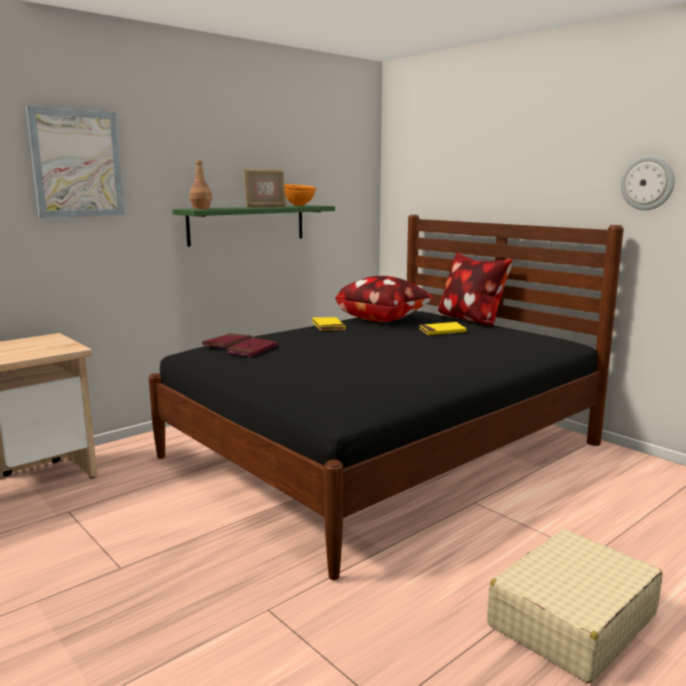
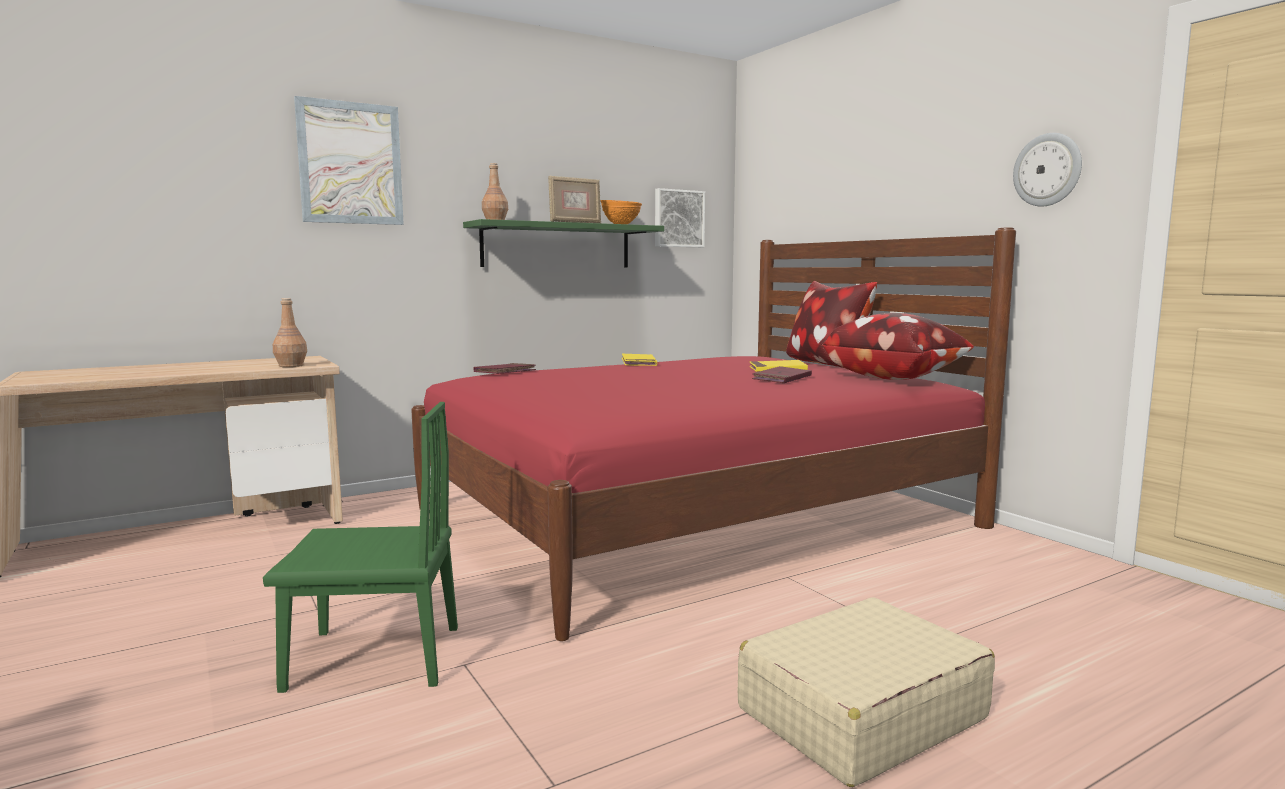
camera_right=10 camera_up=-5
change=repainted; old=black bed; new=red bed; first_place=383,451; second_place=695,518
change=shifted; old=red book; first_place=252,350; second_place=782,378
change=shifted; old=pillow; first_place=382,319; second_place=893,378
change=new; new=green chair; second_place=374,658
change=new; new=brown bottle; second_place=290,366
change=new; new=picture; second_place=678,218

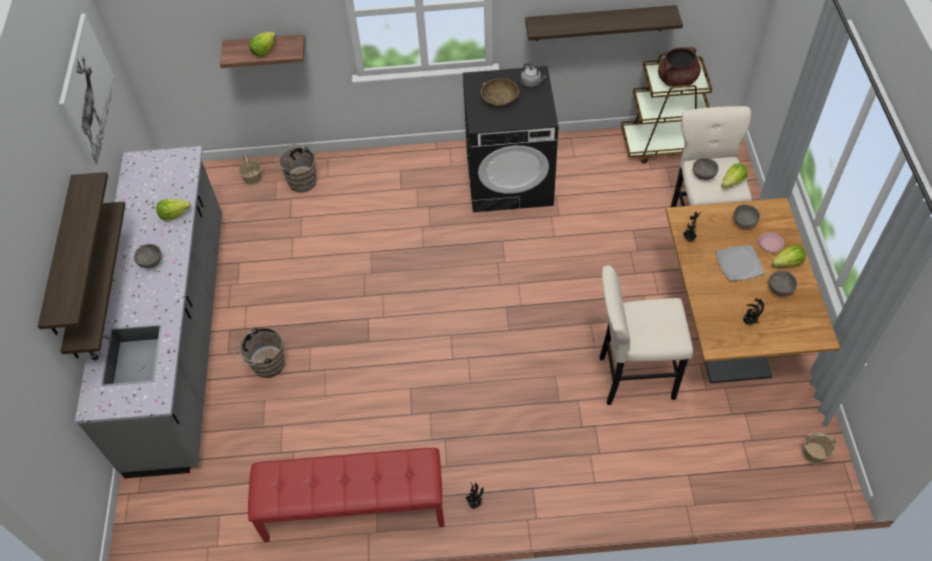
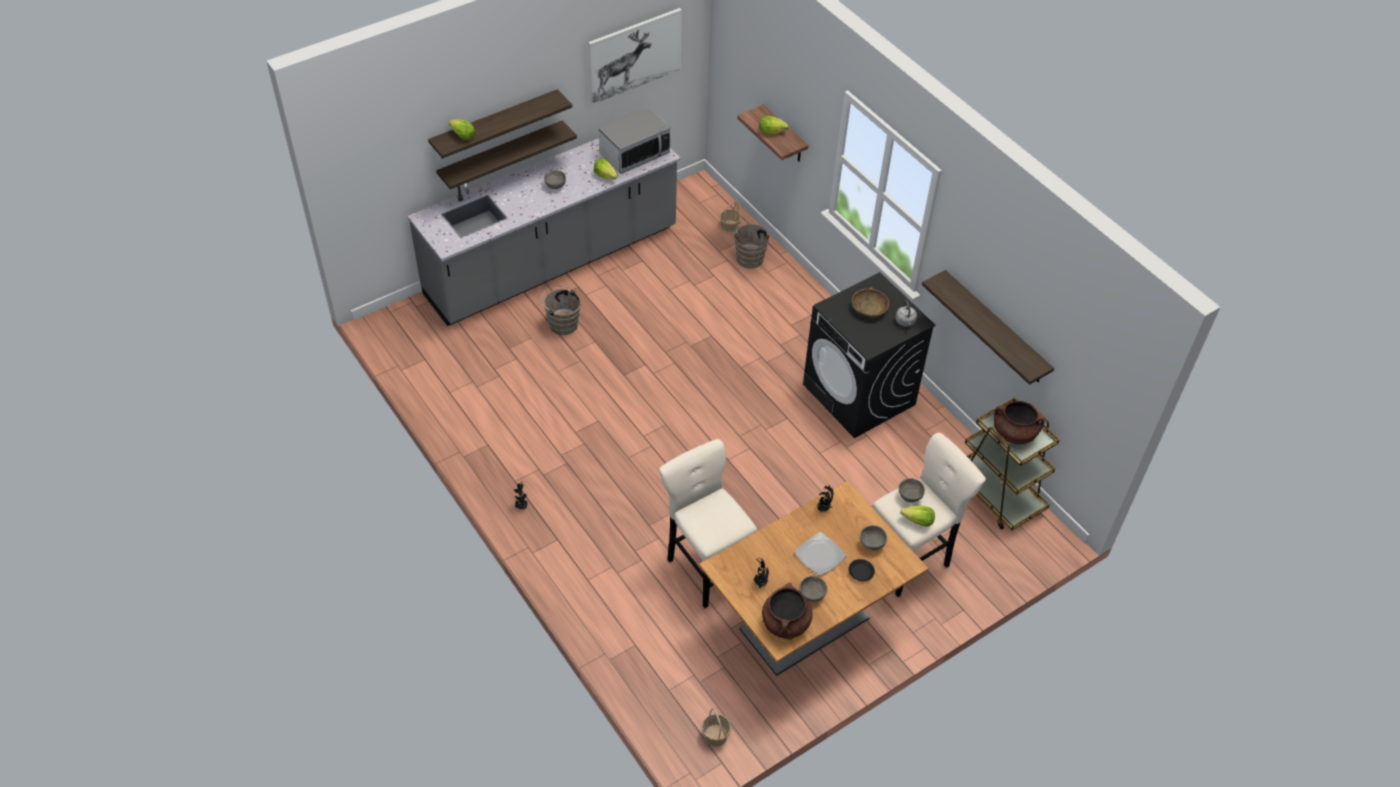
camera_right=55 camera_up=-5
change=gone; old=red bench; first_place=353,509
change=repainted; old=pink plate; new=black plate; first_place=770,244; second_place=861,572
change=shifted; old=lettuce; first_place=787,263; second_place=463,136
change=new; new=microwave; second_place=634,154
change=new; new=brown cooking pot; second_place=785,623

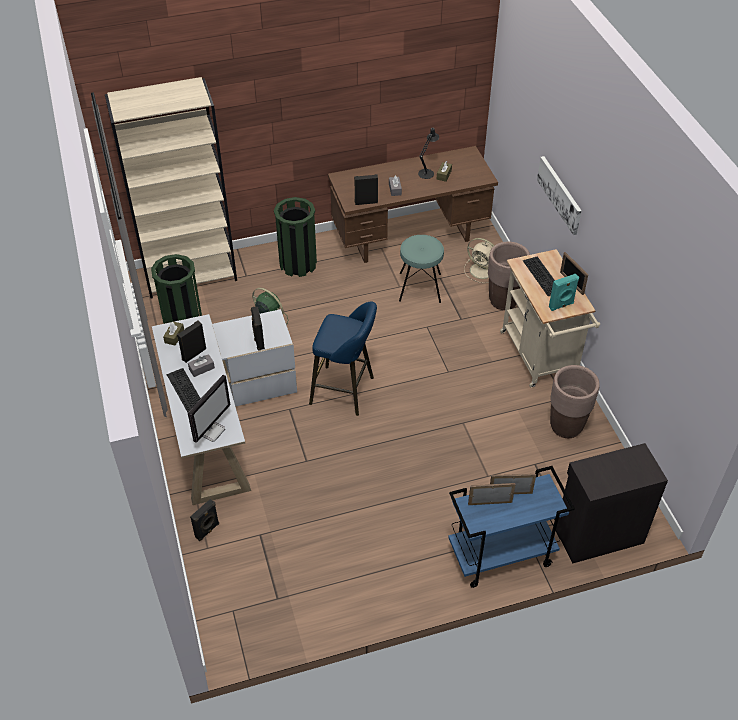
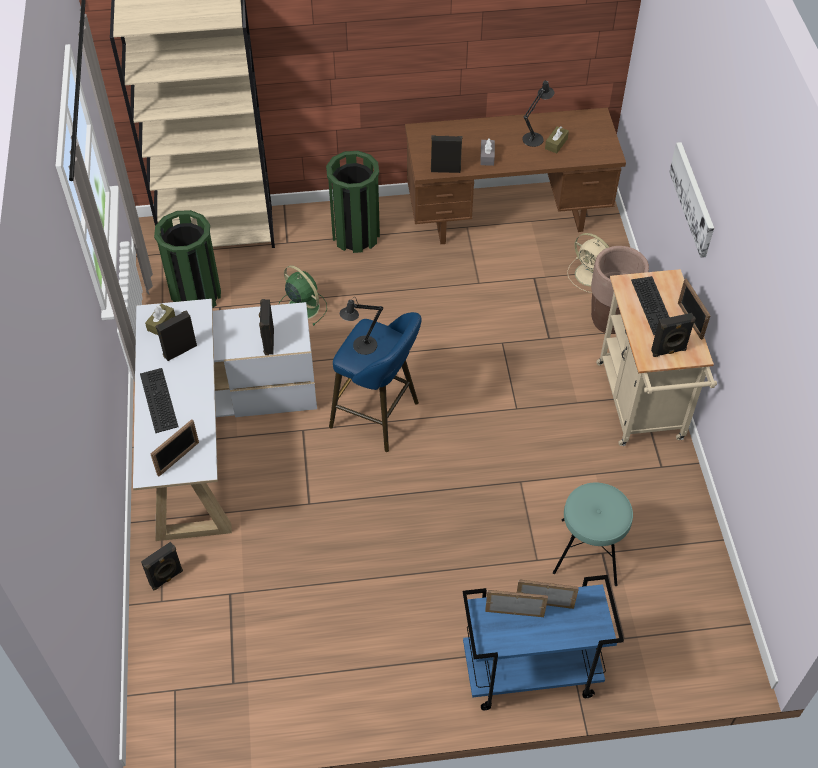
camera_right=10 camera_up=5
change=gone; old=grey tissue box; first_place=201,368
change=swapped; old=monitor; new=picture frame; first_place=211,430; second_place=178,458
change=shifted; old=turquoise stool; first_place=420,287; second_place=588,551
change=repainted; old=turquoise speaker; new=black speaker; first_place=561,305; second_place=669,351
change=gone; old=brown planter; first_place=566,427
change=gone; old=black cabinet; first_place=598,535
change=new; new=black table lamp; second_place=361,346

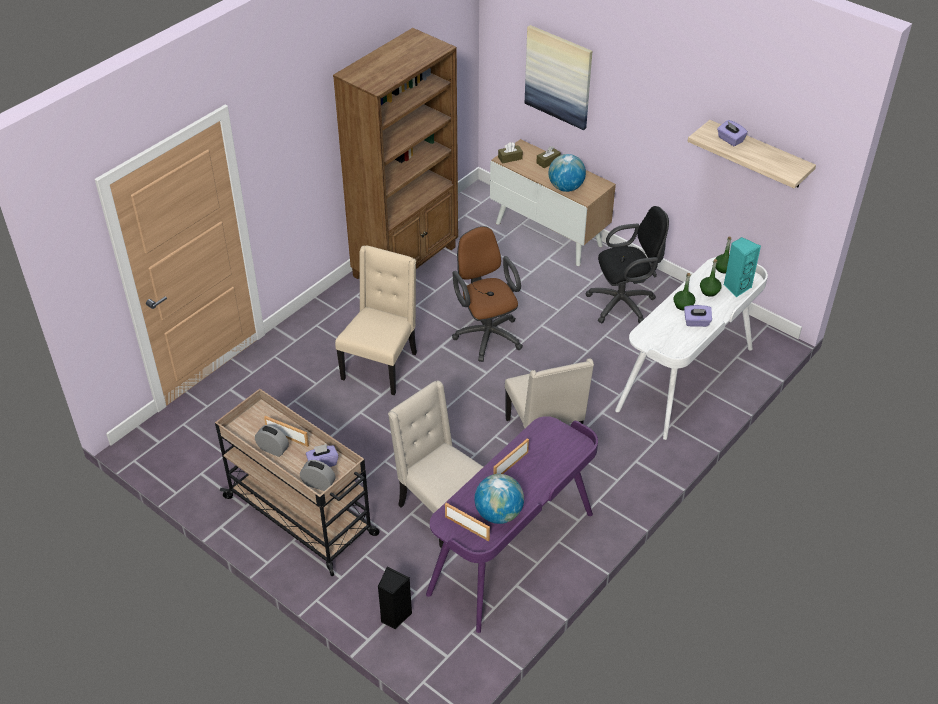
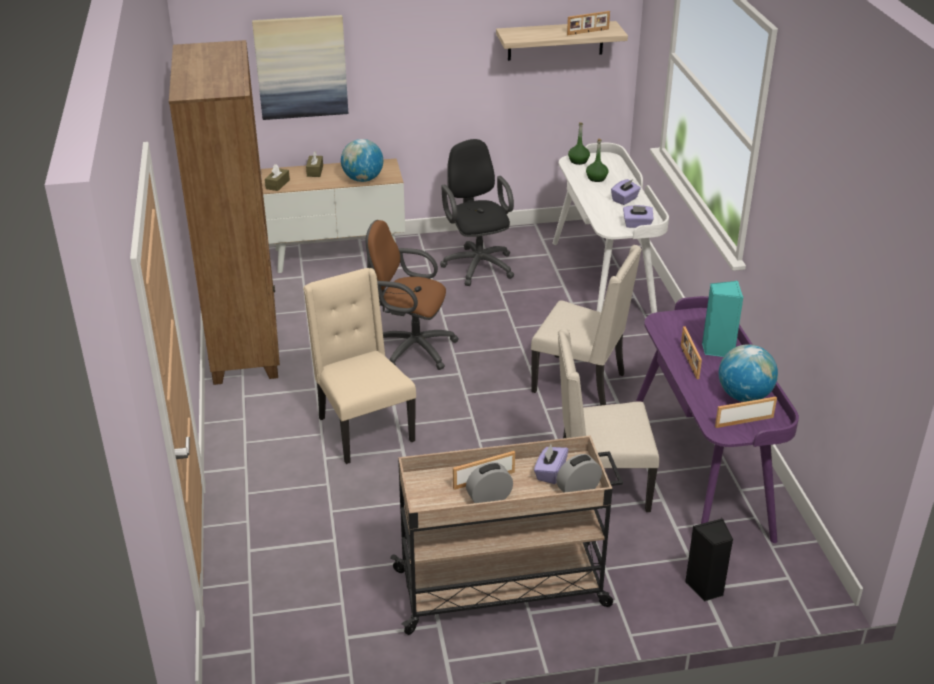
camera_right=-50 camera_up=-10
change=rotated; old=black office chair; first_place=624,303; second_place=477,264; degrees=-45
change=gone; old=green bottle; first_place=683,305
change=shifted; old=purple tissue box; first_place=730,140; second_place=637,225
change=shifted; old=turquoise speaker; first_place=736,287; second_place=717,349
change=new; new=picture frame; second_place=588,32

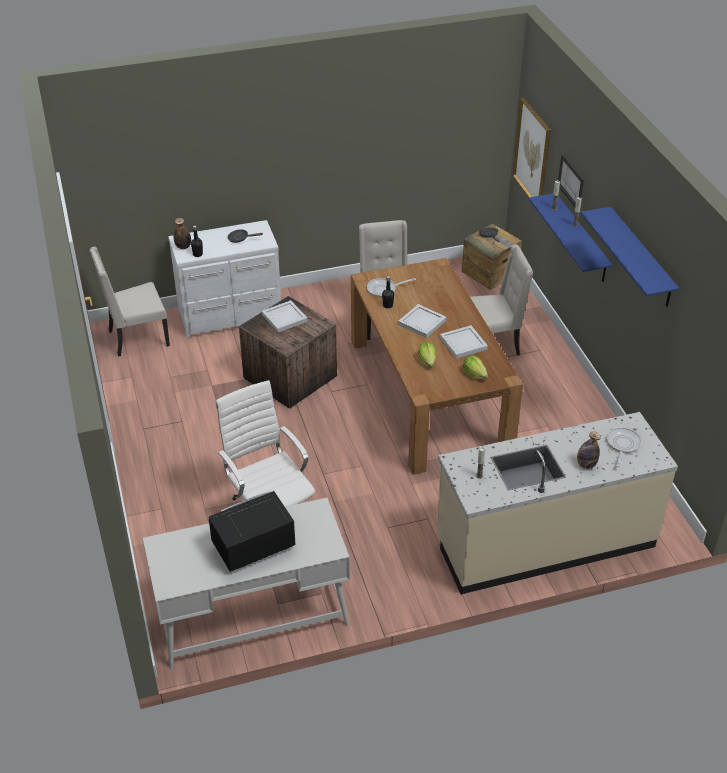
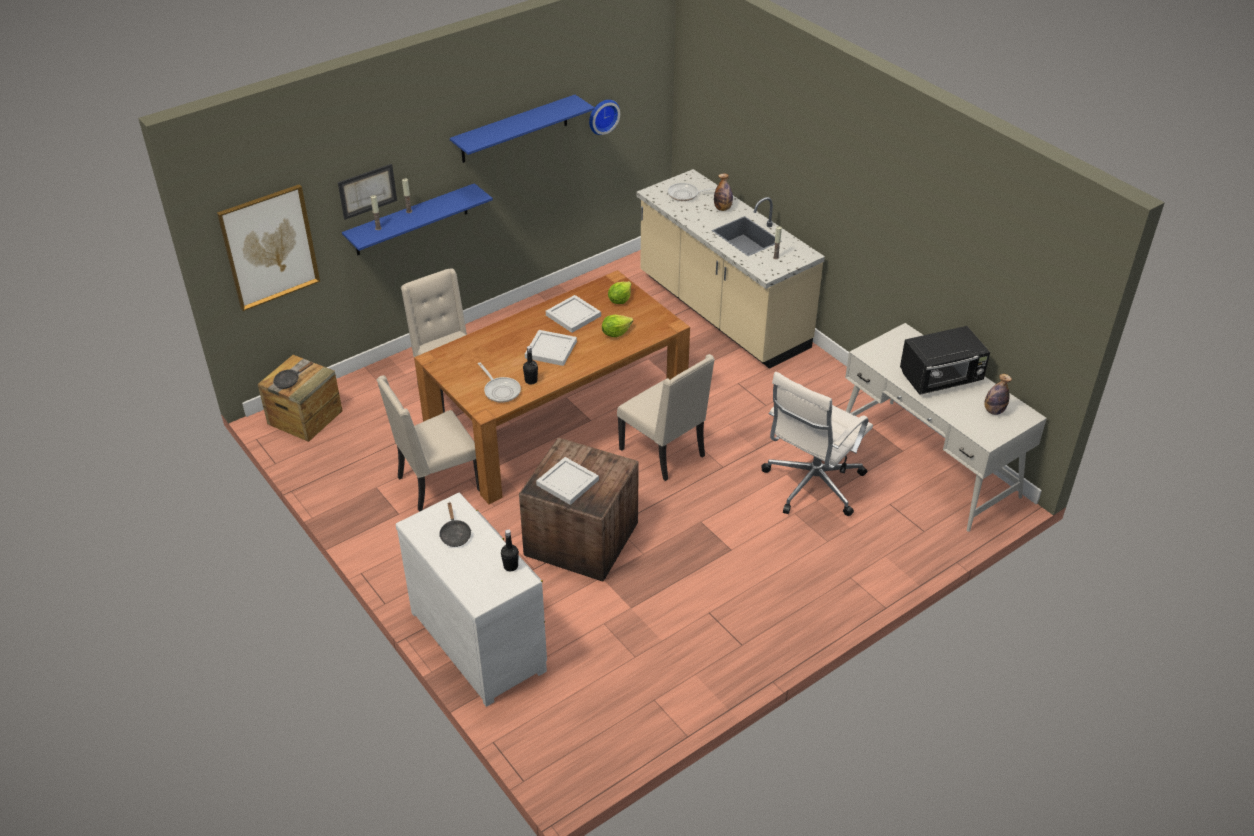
camera_right=-110 camera_up=0
change=shifted; old=beige chair; first_place=137,338; second_place=664,453
change=shifted; old=bottle; first_place=183,247; second_place=993,411
change=rotated; old=black microwave; first_place=252,547; second_place=941,379; degrees=-60
change=new; new=wall clock; second_place=602,116

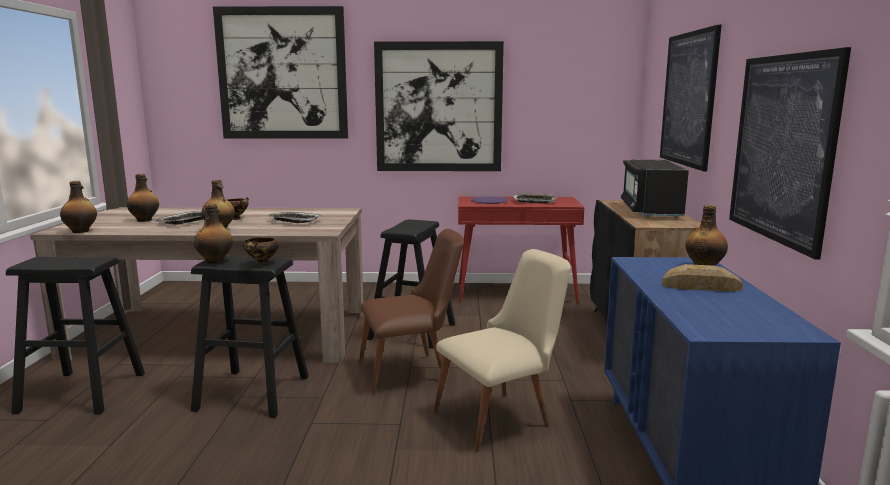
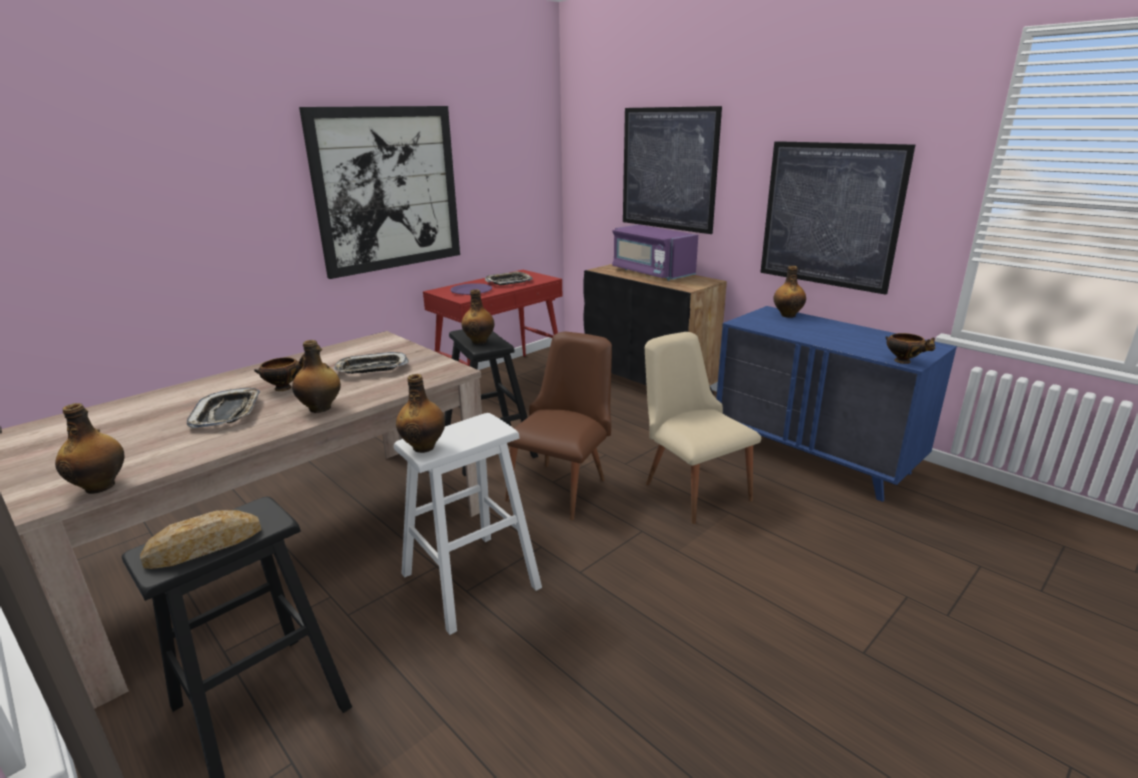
camera_right=-45 camera_up=10
change=shifted; old=bottle; first_place=145,220; second_place=479,341
change=repainted; old=black stool; new=white stool; first_place=252,393; second_place=470,581
change=gone; old=picture; first_place=282,74
change=shifted; old=bowl; first_place=262,263; second_place=904,361
change=rotated; old=beige chair; first_place=502,418; second_place=691,487; degrees=-45
change=repainted; old=black microwave; new=purple microwave; first_place=650,210; second_place=651,273
change=shifted; old=bread; first_place=701,287; second_place=204,546

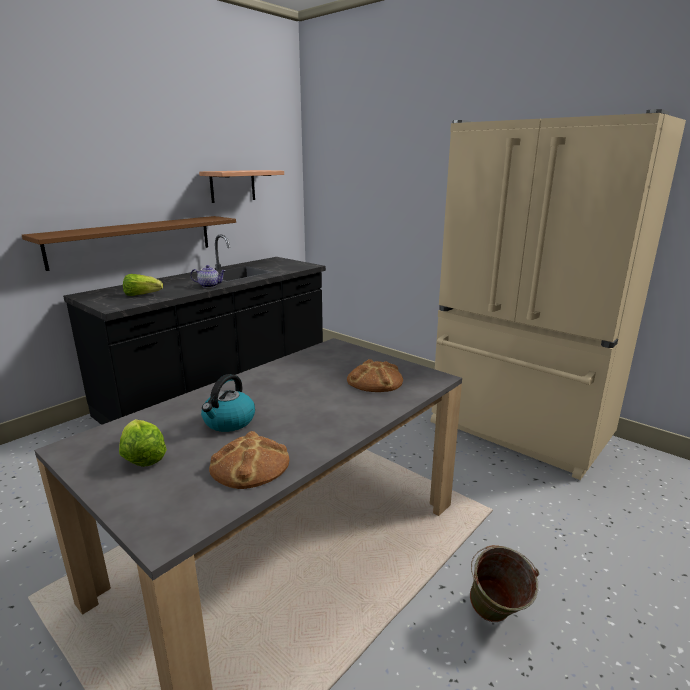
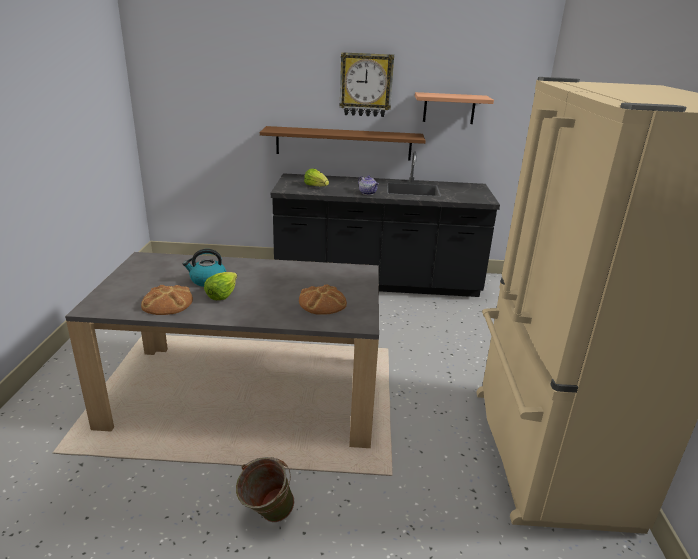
camera_right=50 camera_up=5
change=shifted; old=lettuce; first_place=142,456; second_place=221,294
change=new; new=wall clock; second_place=366,85

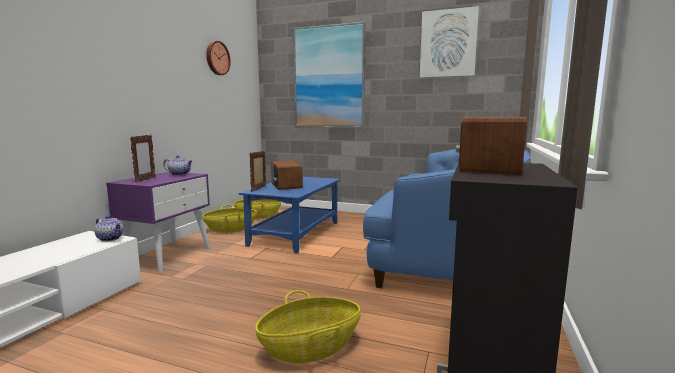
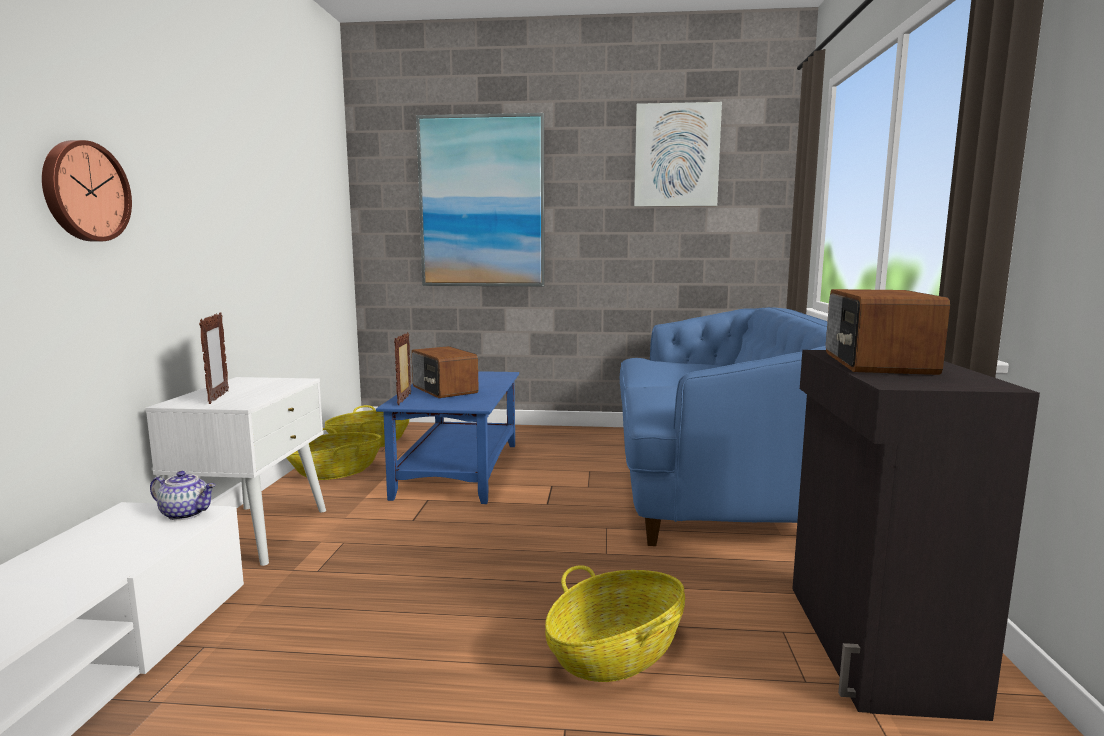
camera_right=-15 camera_up=0
change=repainted; old=purple nightstand; new=white nightstand; first_place=168,256; second_place=255,532
change=gone; old=teapot; first_place=179,174
change=shifted; old=wall clock; first_place=217,58; second_place=84,191

